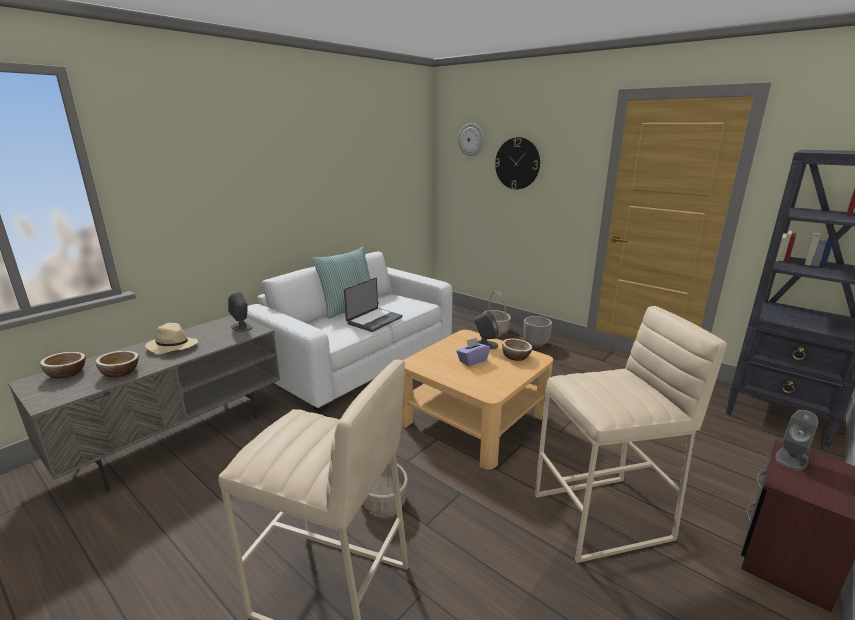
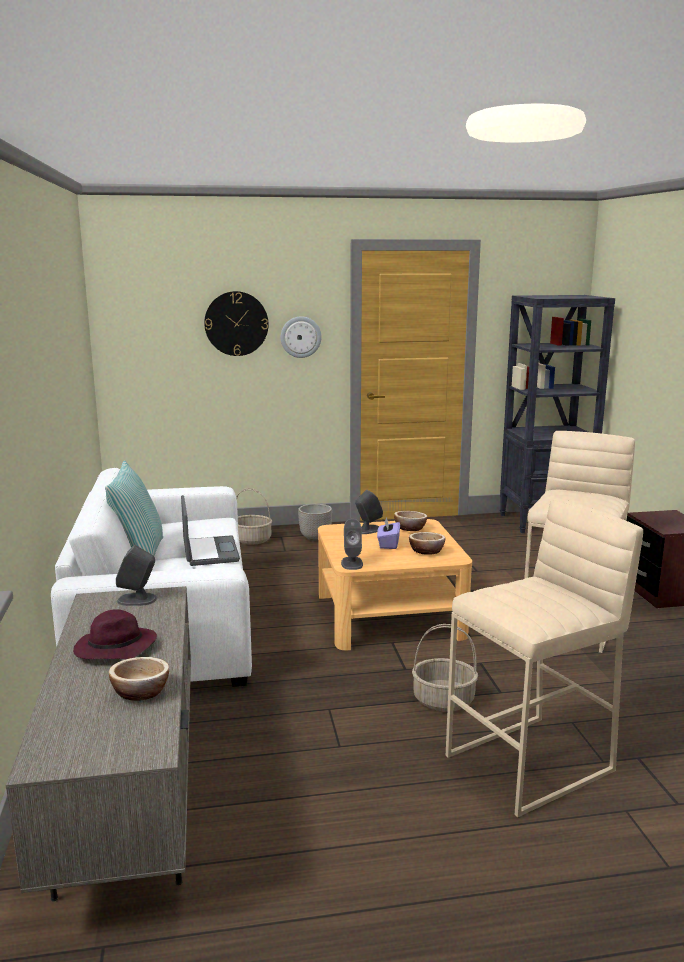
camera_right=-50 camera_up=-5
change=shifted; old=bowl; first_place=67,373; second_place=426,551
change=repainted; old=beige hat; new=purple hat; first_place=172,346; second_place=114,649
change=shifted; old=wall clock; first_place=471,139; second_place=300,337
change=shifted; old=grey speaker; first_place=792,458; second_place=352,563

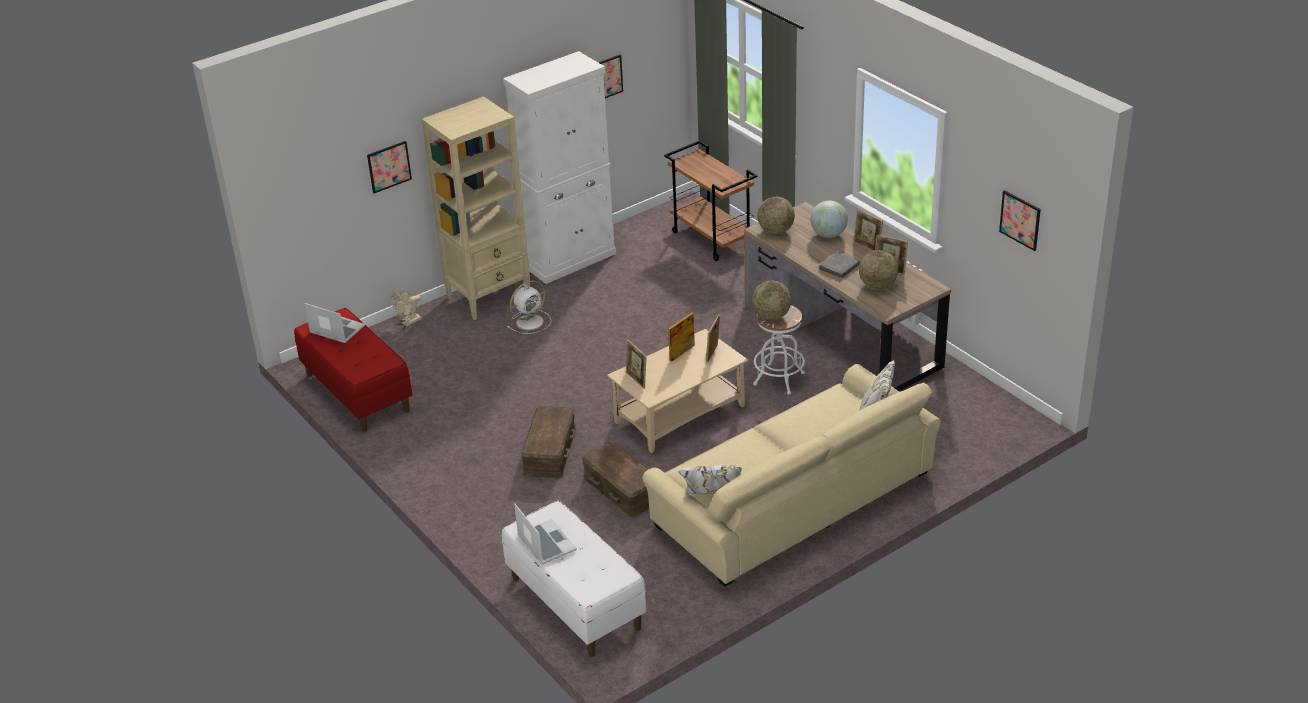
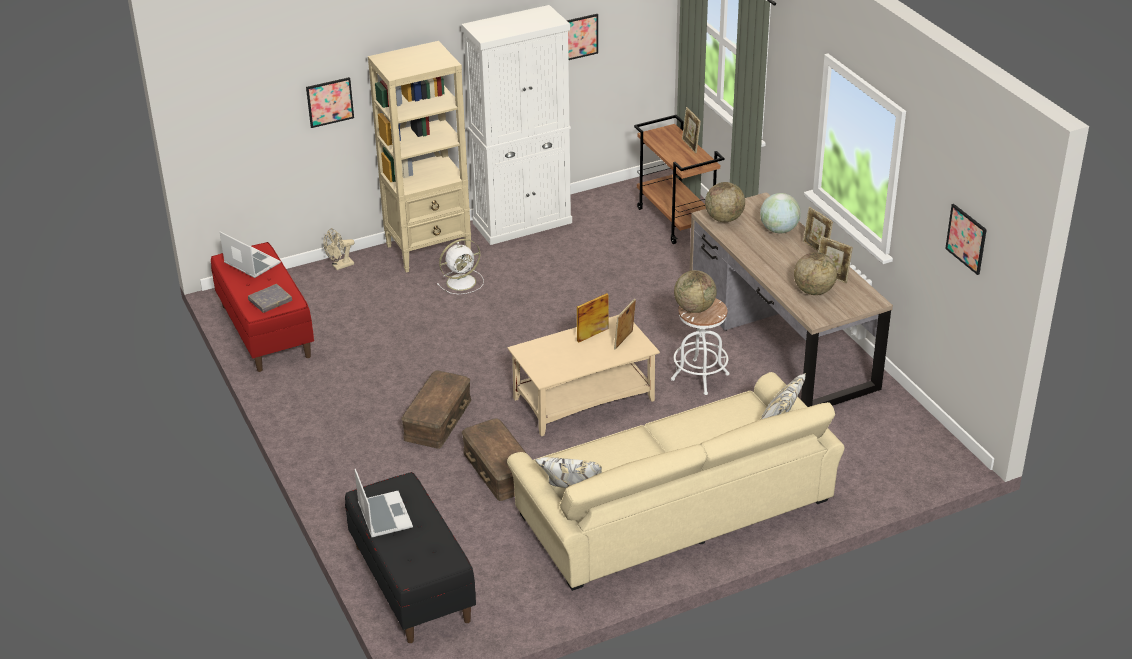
camera_right=10 camera_up=0
change=repainted; old=white bench; new=black bench; first_place=575,603; second_place=411,583
change=shifted; old=picture frame; first_place=636,380; second_place=690,146
change=shifted; old=grey book; first_place=839,267; second_place=270,300

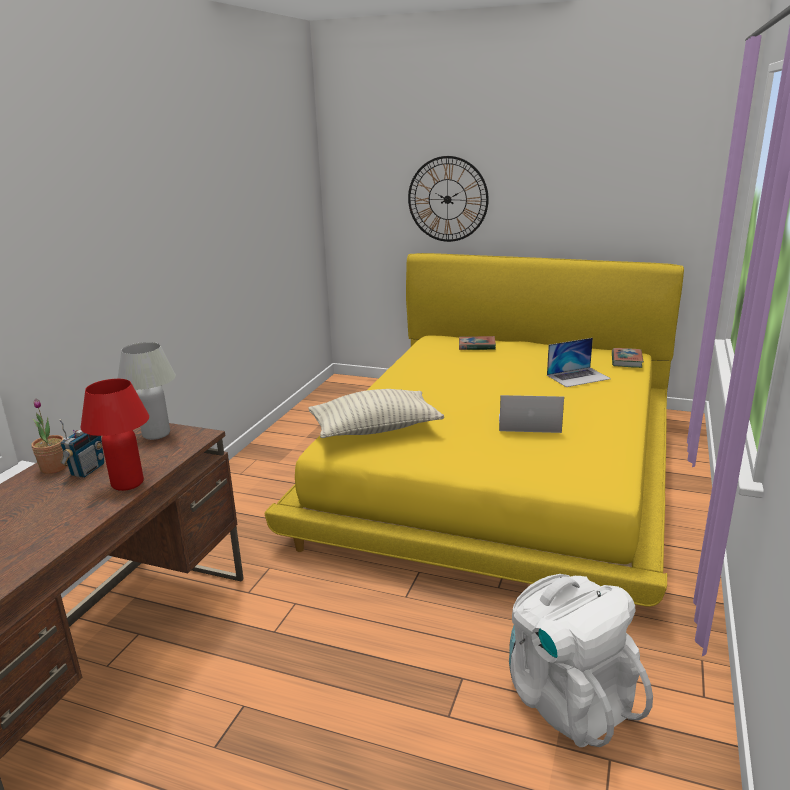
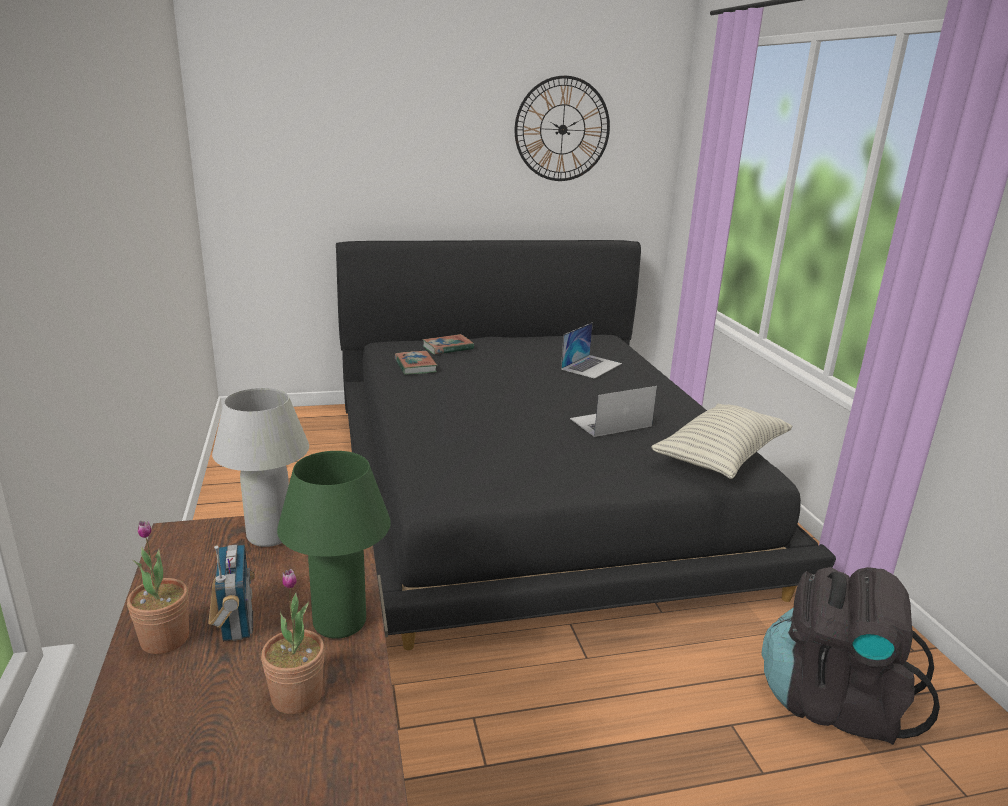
camera_right=-35 camera_up=0
change=repainted; old=red table lamp; new=green table lamp; first_place=127,483; second_place=340,623
change=repainted; old=yellow bed; new=black bed; first_place=499,469; second_place=532,483
change=shifted; old=pillow; first_place=375,429; second_place=721,457
change=shifted; old=wall clock; first_place=447,199; second_place=562,129
change=repainted; old=white backpack; new=black backpack; first_place=567,699; second_place=832,702
change=shifted; old=book; first_place=626,361; second_place=415,366
change=new; new=potted plant; second_place=297,696

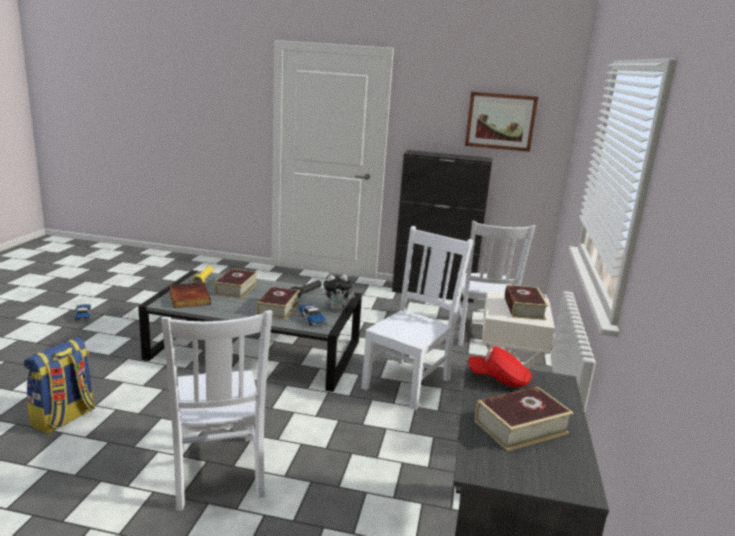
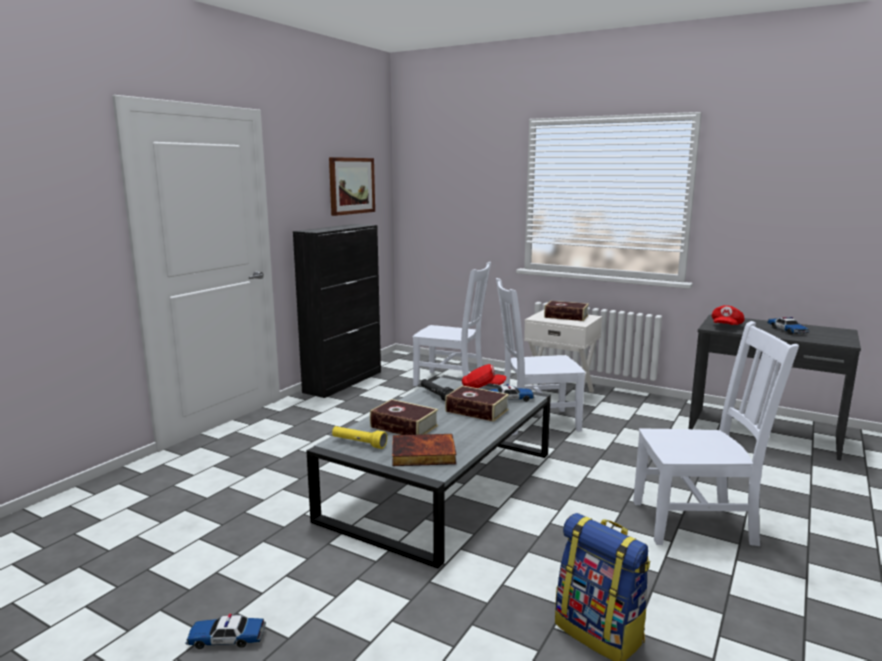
camera_right=-70 camera_up=-5
change=swapped; old=plush toy; new=red cap; first_place=337,308; second_place=483,387
change=rotated; old=white chair; first_place=409,382; second_place=535,421; degrees=-60
change=swapped; old=book; new=toy car; first_place=521,427; second_place=787,330

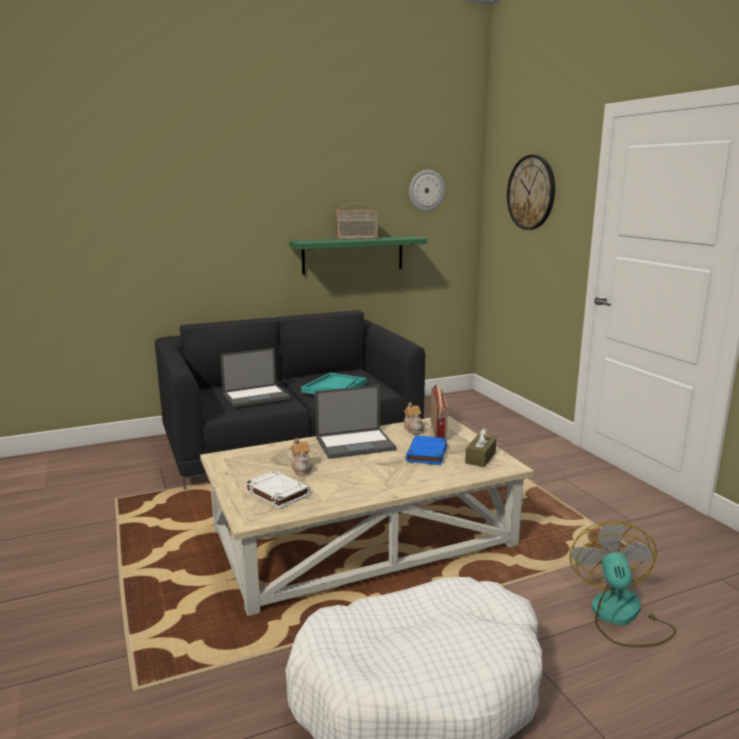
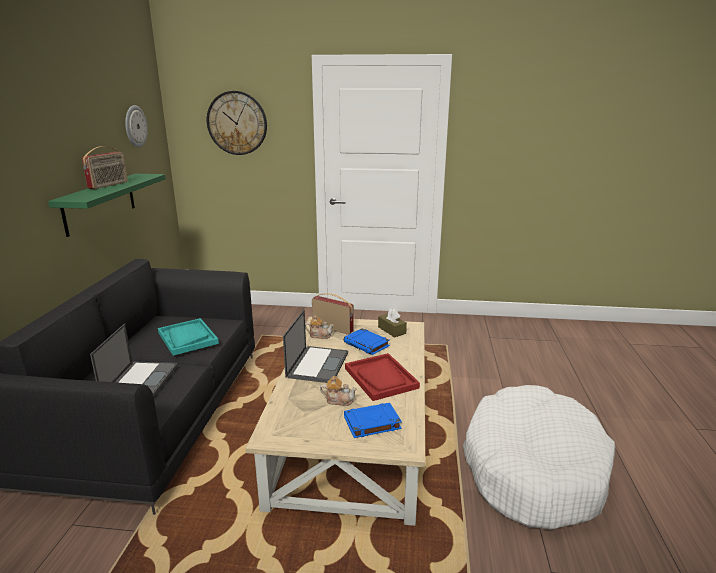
camera_right=-60 camera_up=5
change=repainted; old=white book; new=blue book; first_place=276,493; second_place=371,423
change=gone; old=fan; first_place=620,617
change=new; new=red tray; second_place=381,378

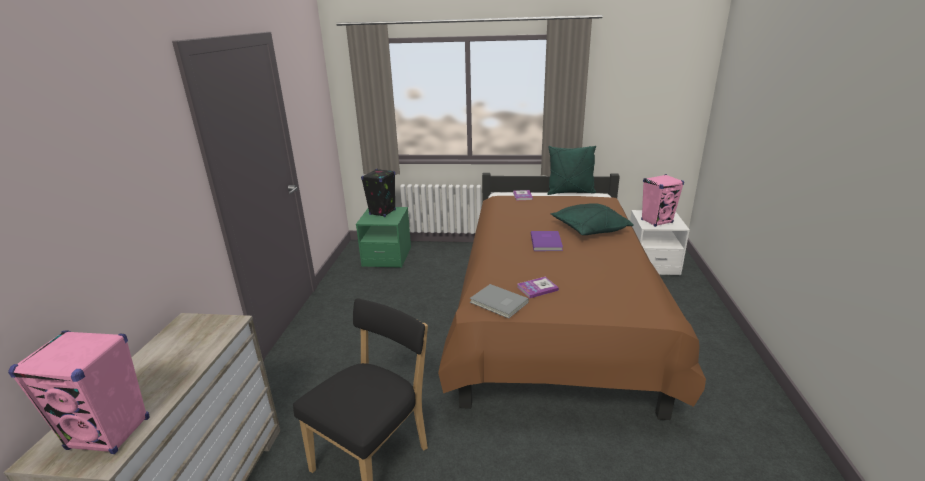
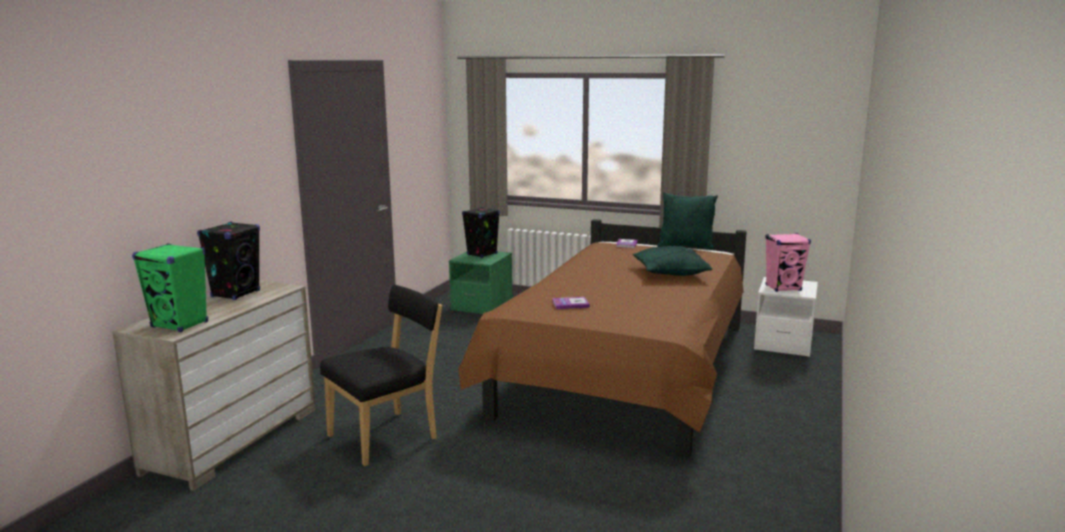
camera_right=15 camera_up=-10
change=repainted; old=pink speaker; new=green speaker; first_place=109,433; second_place=180,325
change=gone; old=grey book; first_place=498,303
change=gone; old=purple book; first_place=547,242
change=new; new=black speaker; second_place=236,294

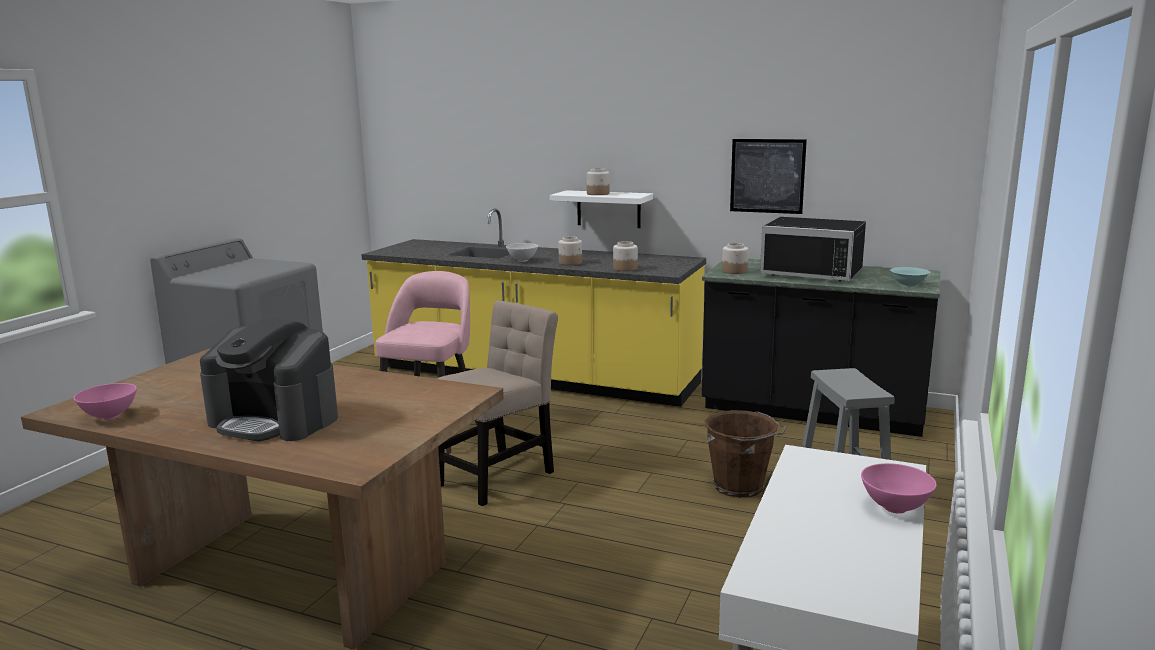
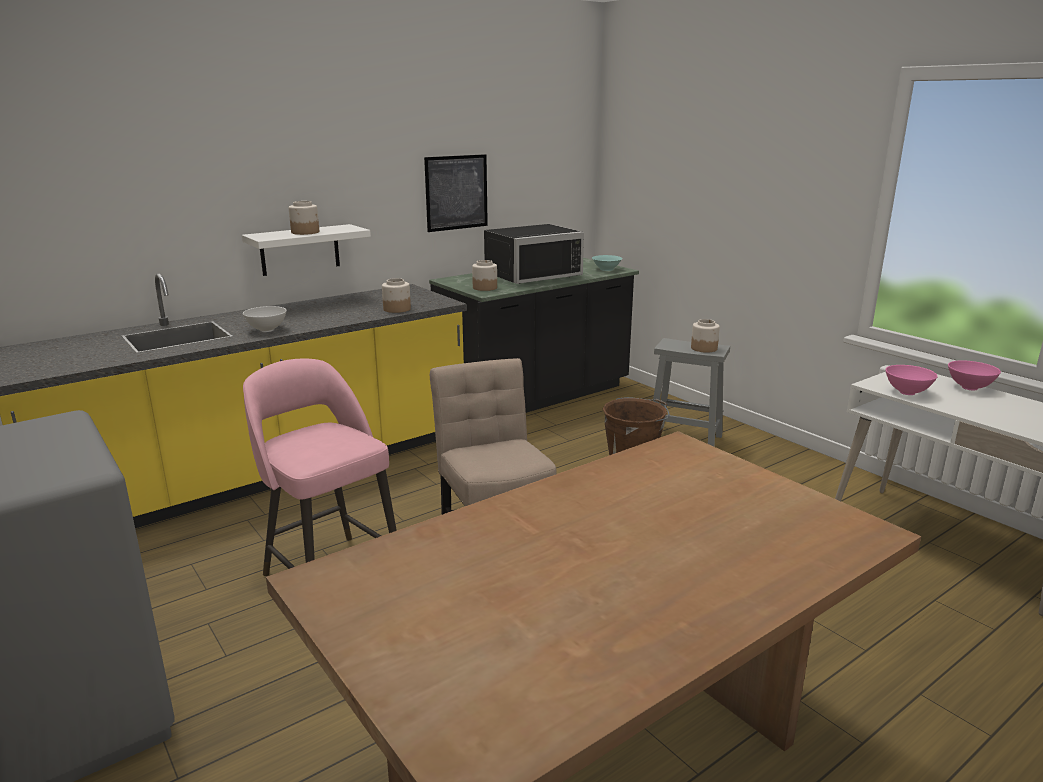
camera_right=-60 camera_up=5
change=shifted; old=pink bowl; first_place=110,416; second_place=907,392
change=gone; old=coffee machine; first_place=275,420
change=shifted; old=jar; first_place=570,263; second_place=704,348

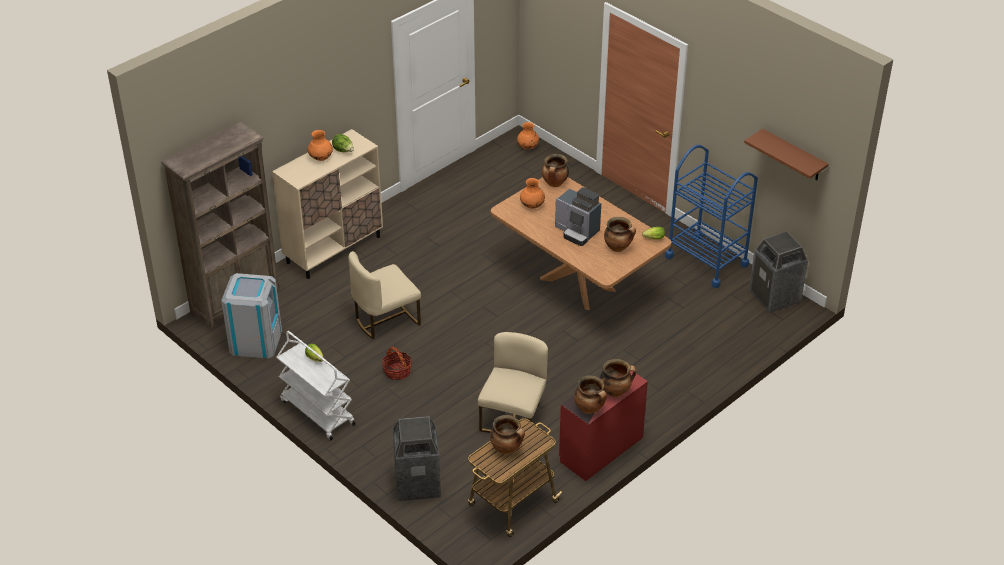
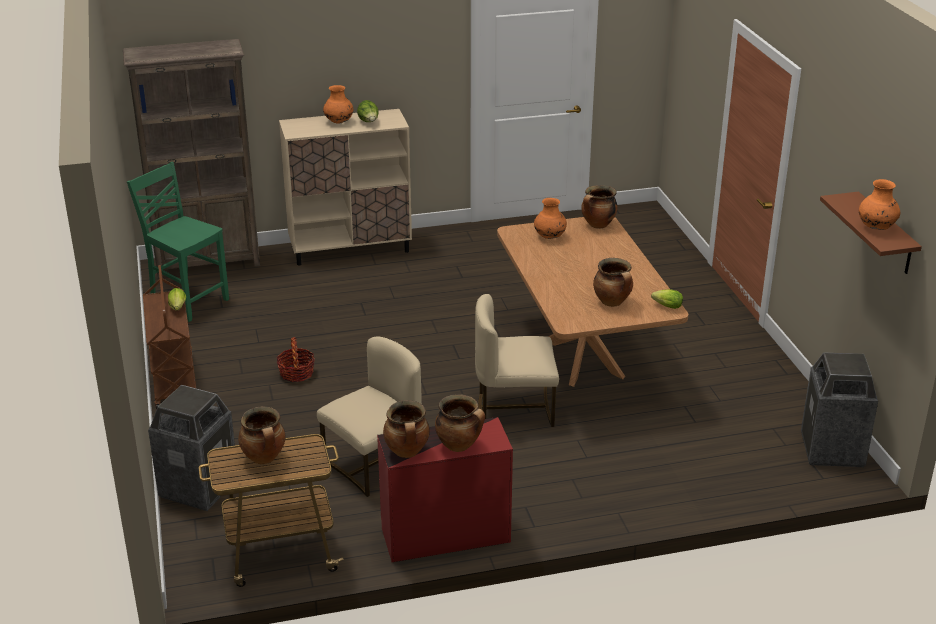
camera_right=30 camera_up=-10
change=swapped; old=grey trash can; new=green chair; first_place=255,341; second_place=188,300
change=repainted; old=white cart; new=brown cart; first_place=317,412; second_place=174,381
change=shifted; old=beige chair; first_place=385,320; second_place=515,407
change=shifted; old=orange vase; first_place=528,147; second_place=876,227
change=gone; old=coffee machine; first_place=577,232
change=gone; old=blue cart; first_place=706,260

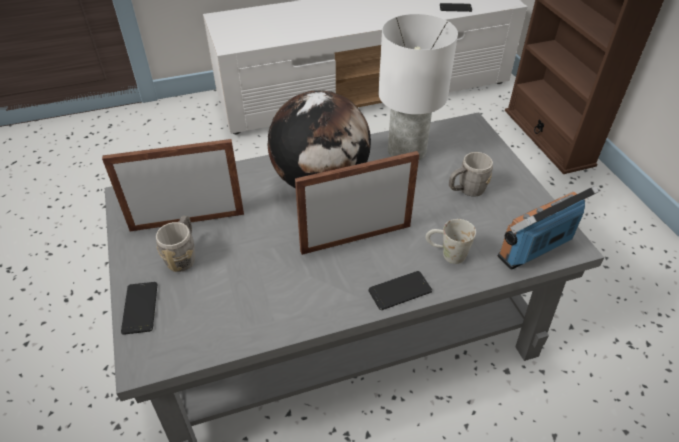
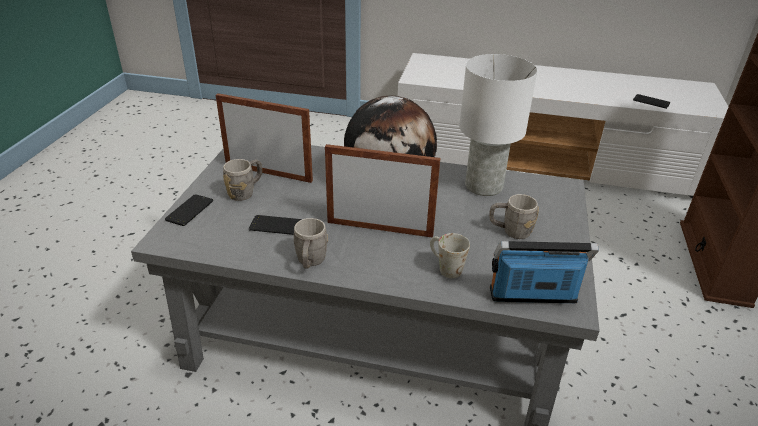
camera_right=30 camera_up=-10
change=shifted; old=phone; first_place=400,291; second_place=276,226
change=new; new=grey mug; second_place=310,262

